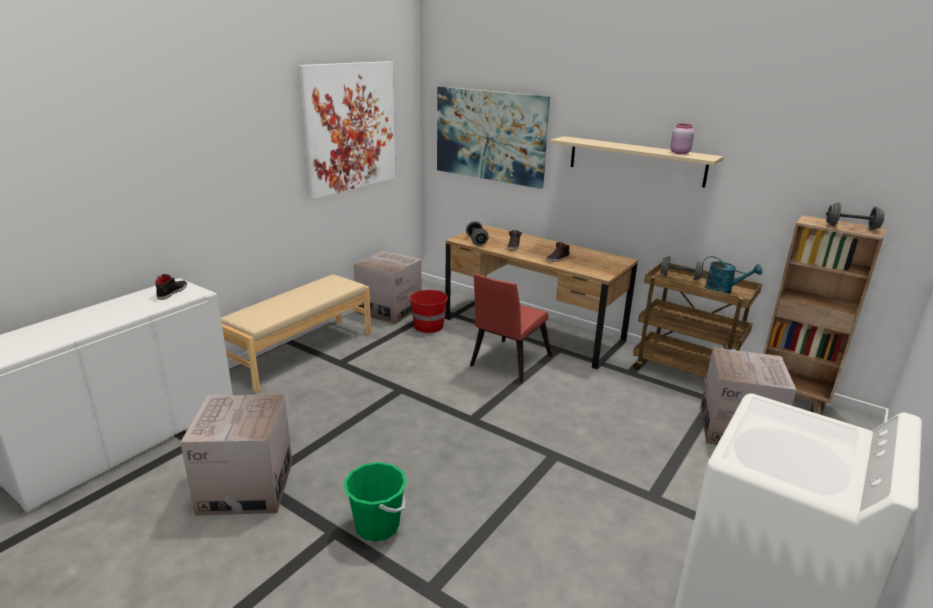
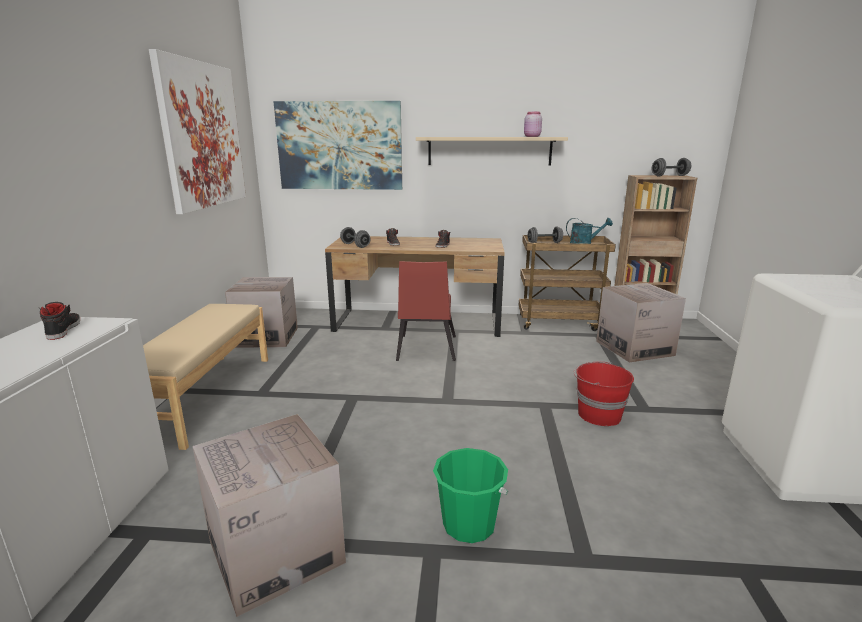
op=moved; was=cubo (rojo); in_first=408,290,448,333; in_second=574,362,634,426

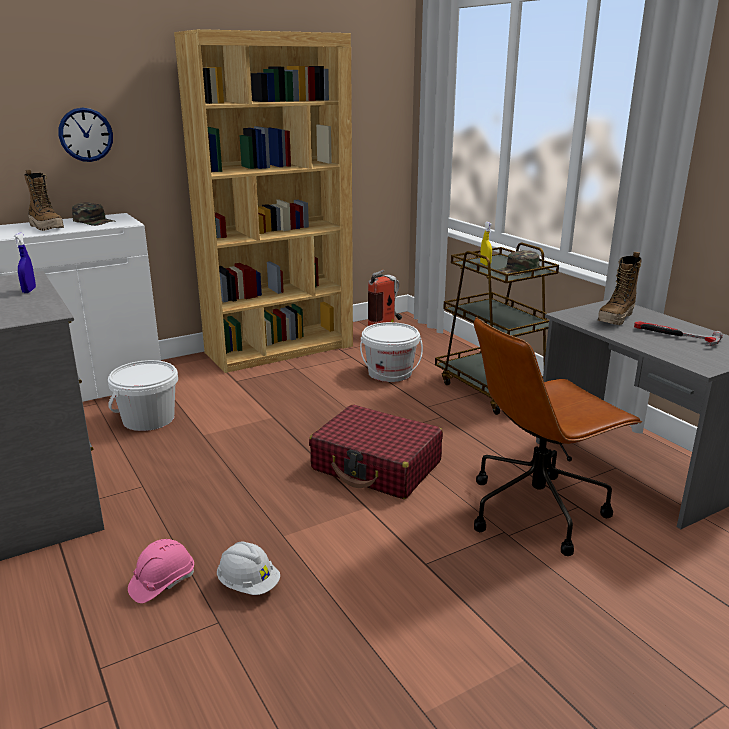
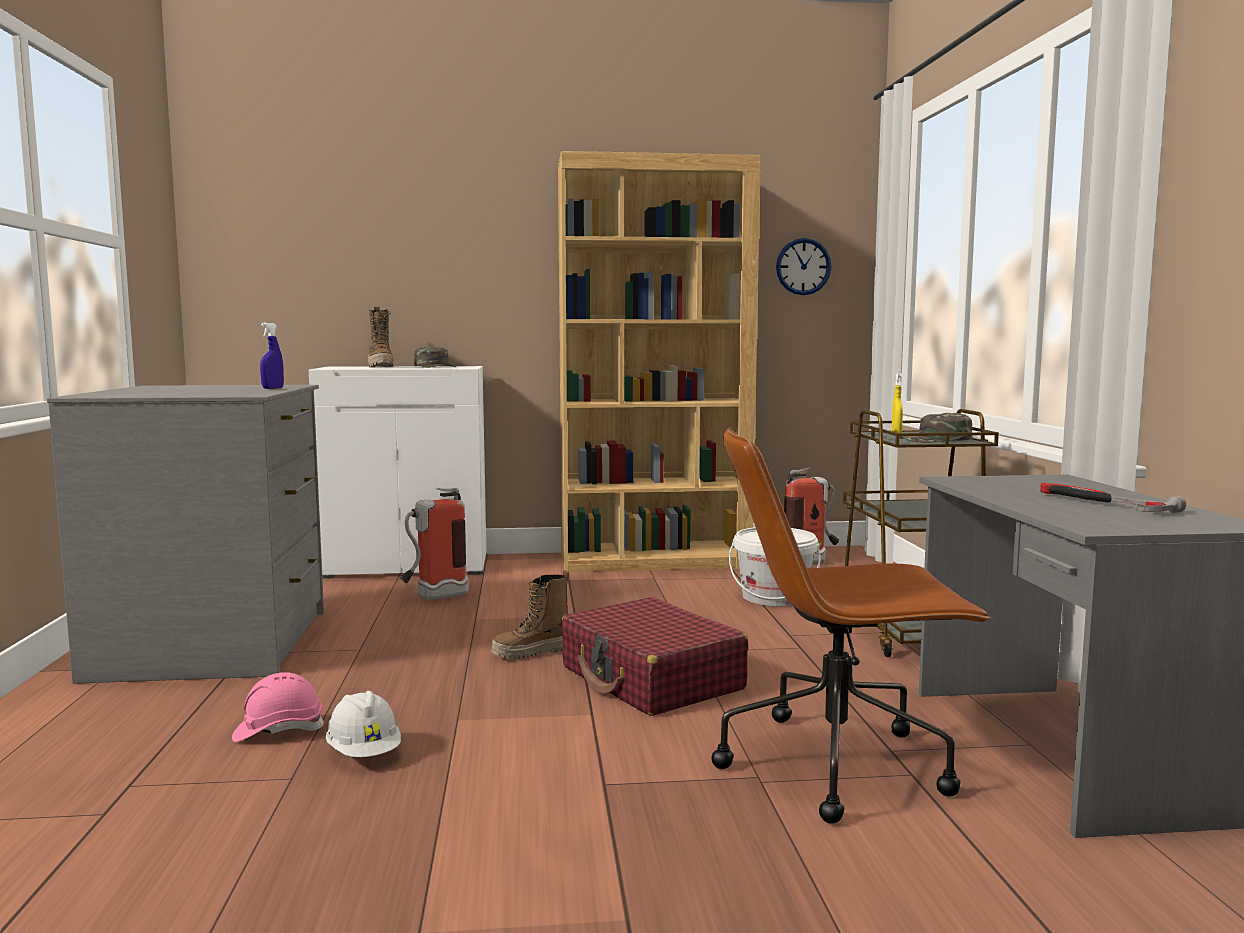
op=replaced; was=cubo (blanco); now=extintor; in_first=108,360,178,431; in_second=400,488,469,601
op=moved; was=bota; in_first=598,252,642,325; in_second=491,570,569,660
op=moved; was=reloj de pared; in_first=58,108,113,162; in_second=776,238,831,295

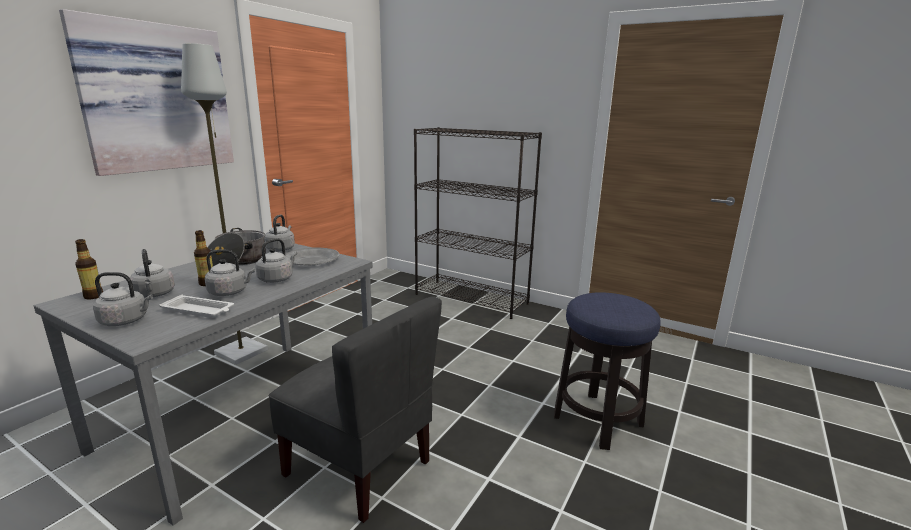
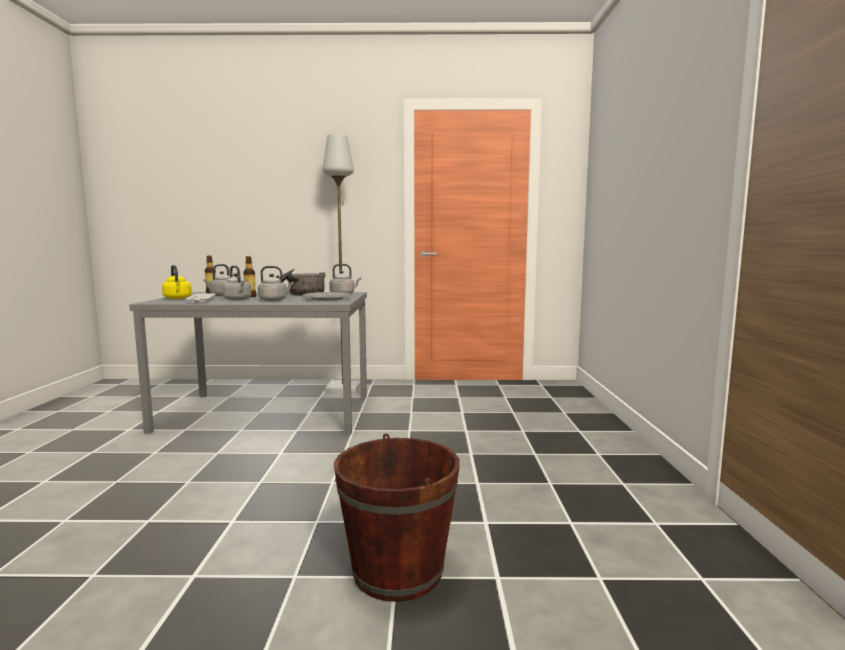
op=recoloured; was=hervidor (gris); now=hervidor (amarillo); in_first=93,272,153,326; in_second=162,265,192,299
op=replaced; was=taburete; now=cubo (marrón); in_first=554,292,661,450; in_second=333,433,460,602
op=removed; was=cuadro; in_first=59,9,234,176
op=removed; was=silla (gris); in_first=269,296,442,523
op=removed; was=estantería (negro); in_first=414,127,542,319

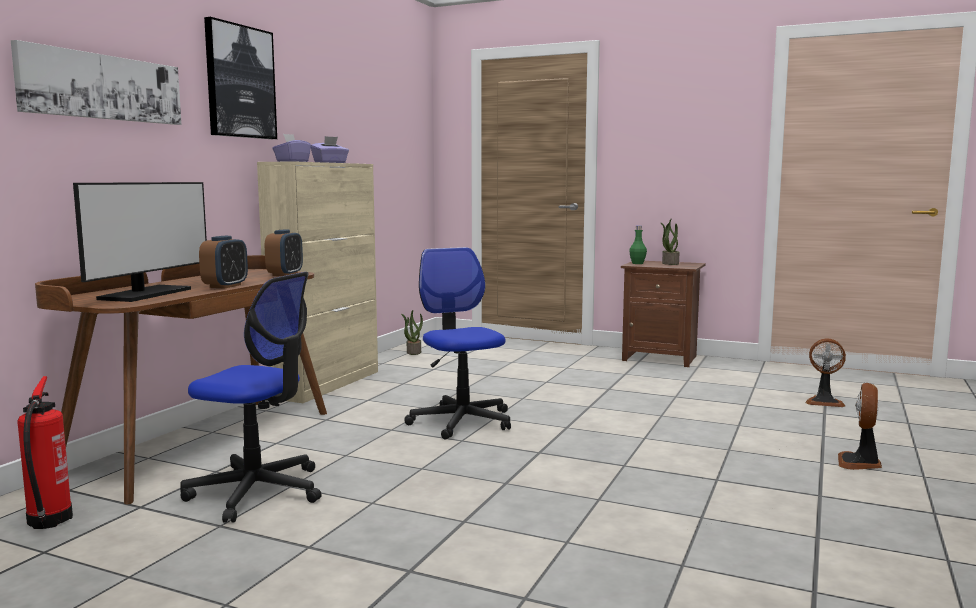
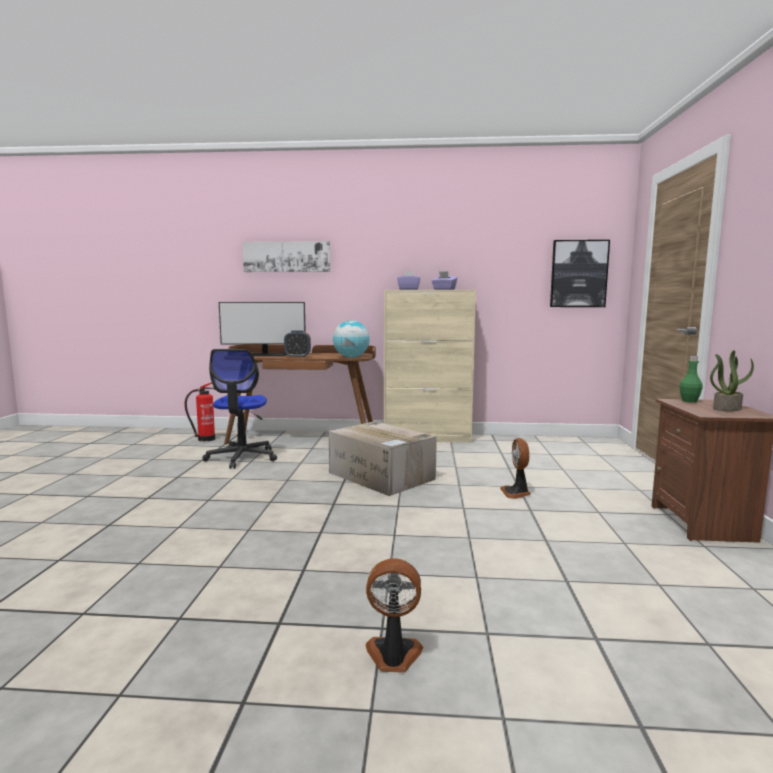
op=replaced; was=silla de oficina; now=caja de cartón; in_first=404,247,511,439; in_second=329,421,437,496
op=replaced; was=despertador; now=globo terráqueo; in_first=265,230,303,276; in_second=333,320,370,357
op=moved; was=ventilador; in_first=805,338,846,407; in_second=500,438,531,499
op=moved; was=cuadro; in_first=204,17,277,139; in_second=550,240,610,307
op=removed; was=planta en maceta; in_first=401,310,423,355

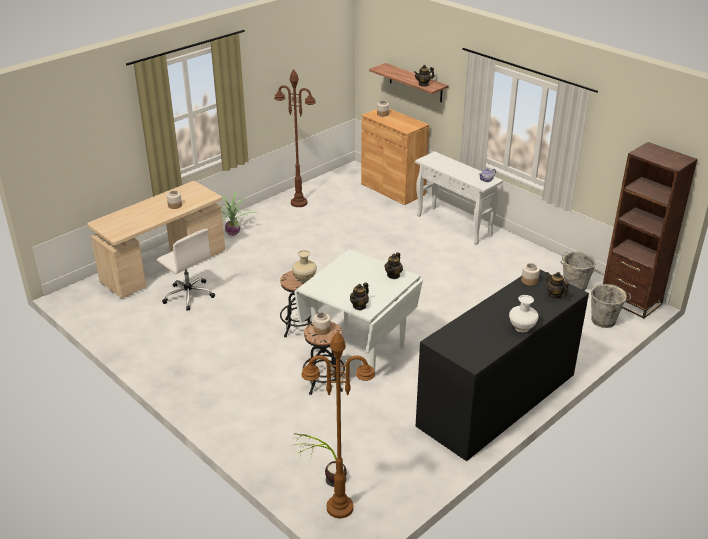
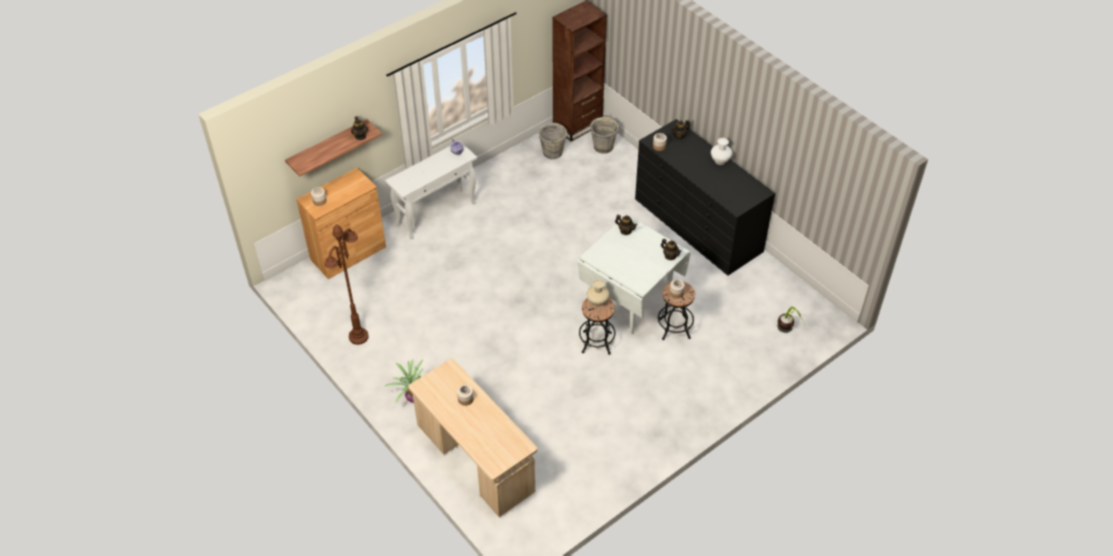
op=removed; was=silla de oficina (blanco); in_first=157,229,215,310
op=removed; was=lámpara de pie (marrón); in_first=301,331,375,518

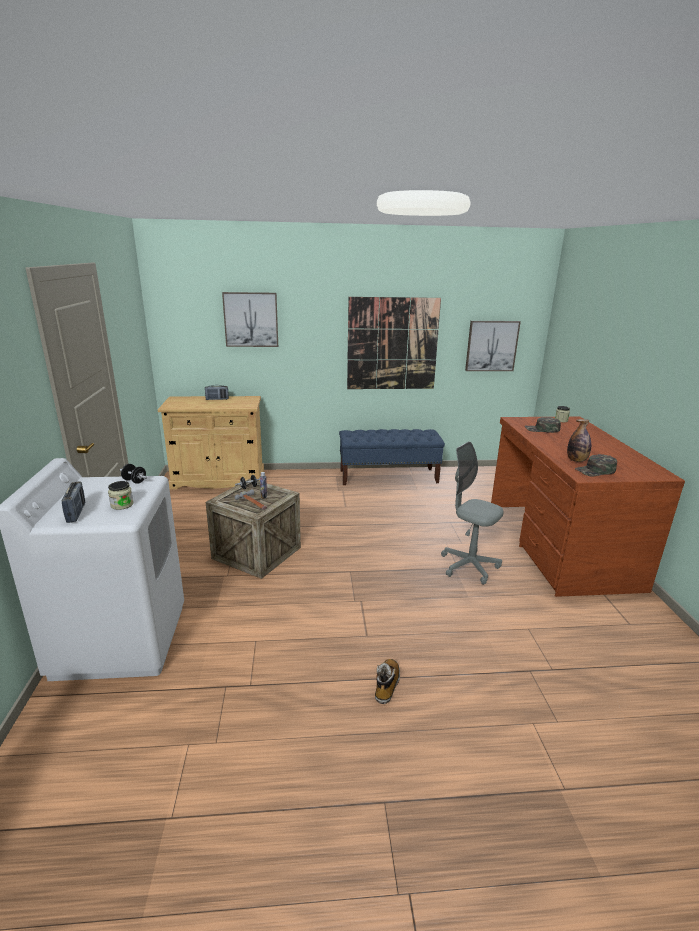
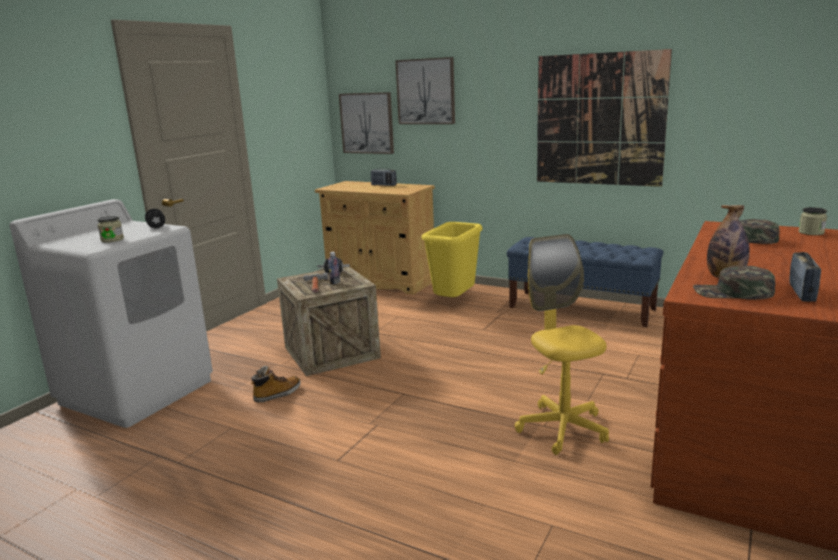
op=moved; was=bota; in_first=375,659,400,704; in_second=251,366,301,403
op=moved; was=cuadro; in_first=465,321,521,371; in_second=339,92,394,154
op=added; now=papelera (amarillo); in_second=422,222,483,297
op=recoloured; was=silla de oficina (gris); now=silla de oficina (amarillo); in_first=441,441,504,585; in_second=515,234,609,455
op=moved; was=radio; in_first=62,482,85,523; in_second=789,252,821,302

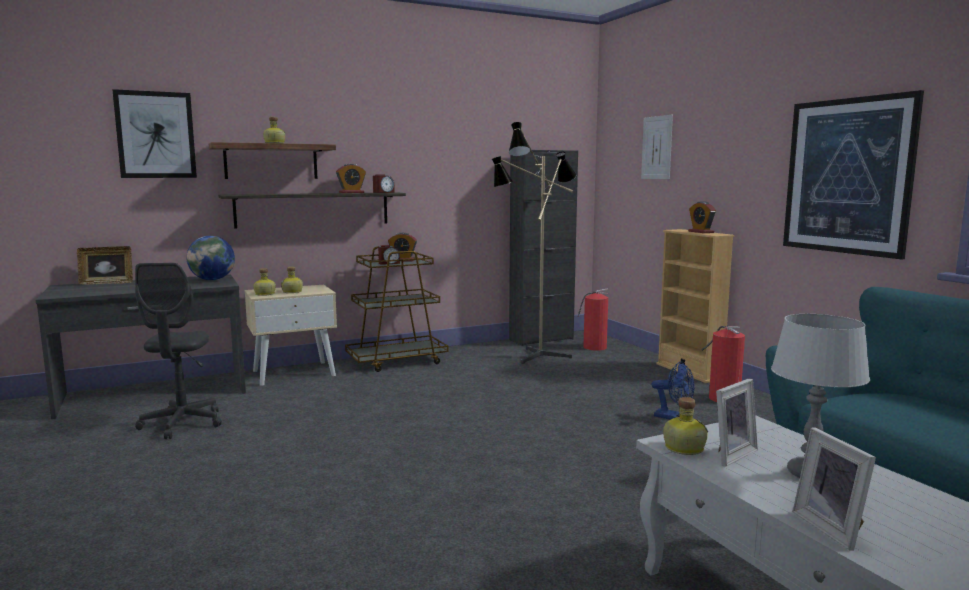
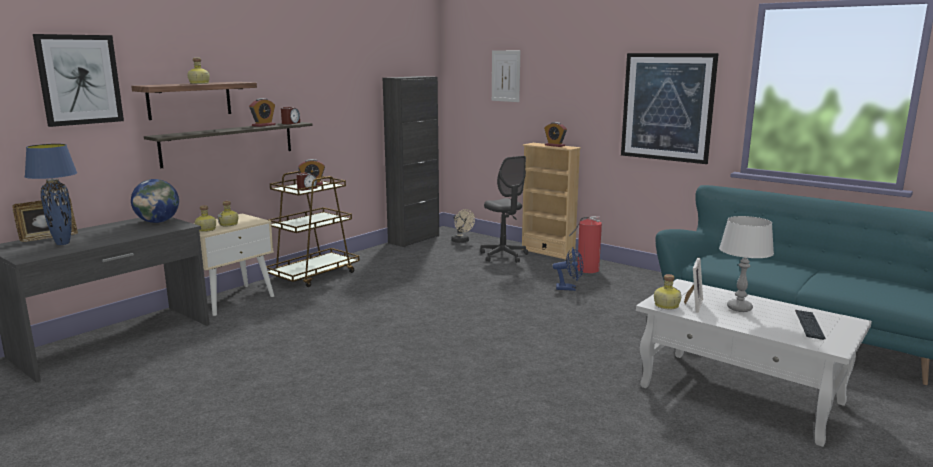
op=added; now=lámpara de mesa (azul); in_second=24,144,77,245
op=replaced; was=extintor; now=ventilador (beis); in_first=578,289,608,351; in_second=451,209,475,243
op=moved; was=silla de oficina (gris); in_first=135,263,222,439; in_second=480,156,528,263
op=added; now=teclado; in_second=795,310,826,340
op=removed; was=lámpara de pie; in_first=492,122,577,364
op=removed; was=portarretratos; in_first=792,427,876,551

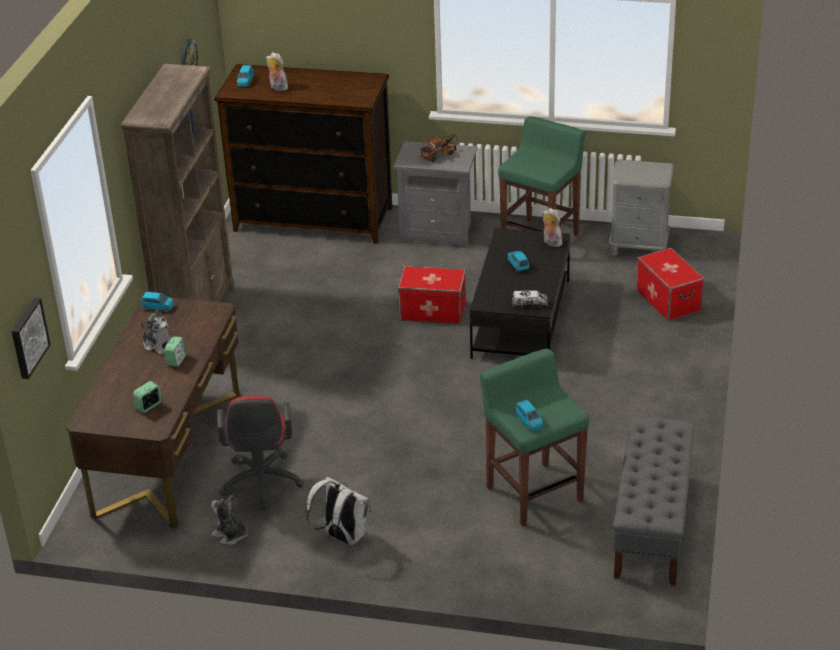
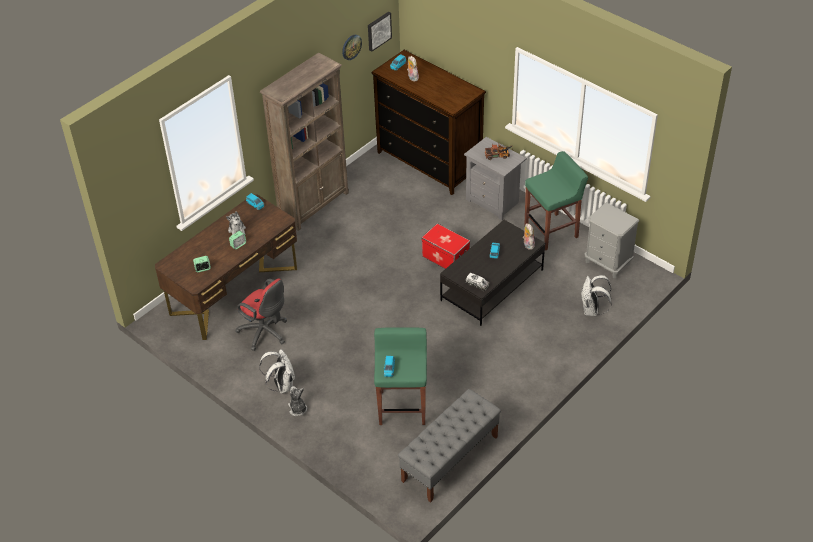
op=turned; was=silla de oficina (rojo); in_first=217,396,304,510; in_second=236,279,287,351; clockwise=-75
op=moved; was=peluche; in_first=211,494,248,545; in_second=288,386,307,416
op=moved; was=cuadro; in_first=12,298,51,379; in_second=368,12,392,52
op=replaced; was=caja de almacenaje; now=mochila (blanco); in_first=637,248,704,321; in_second=581,275,612,316

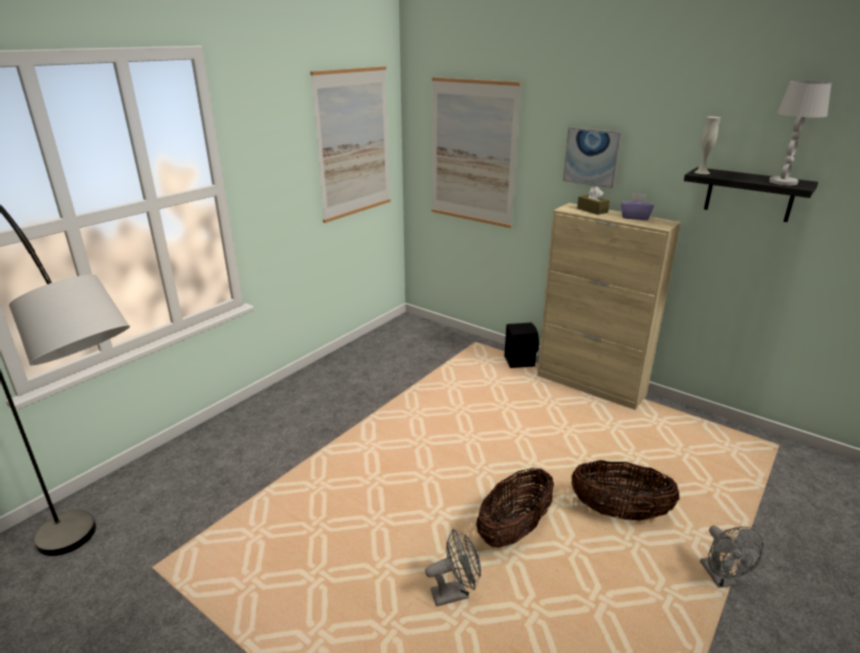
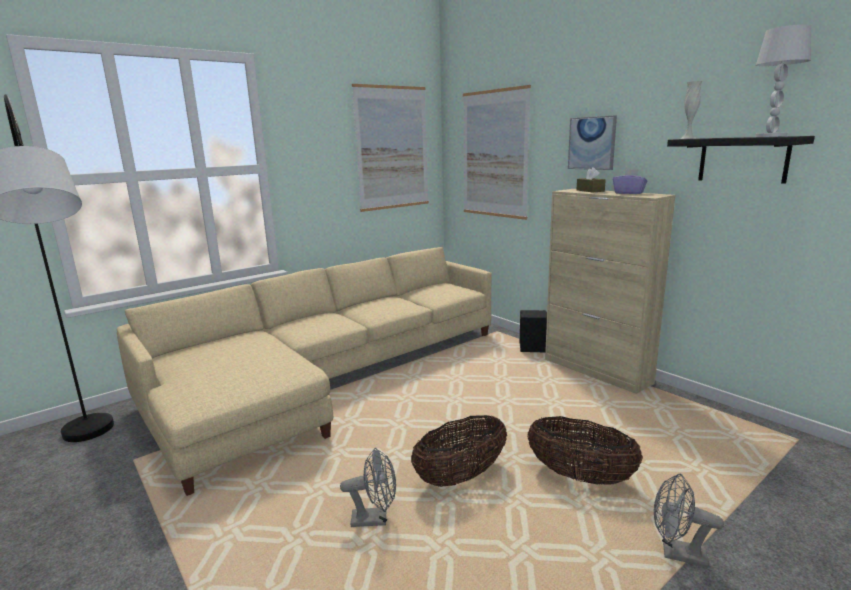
op=added; now=sofá (beis); in_second=117,247,492,496
op=turned; was=ventilador (gris); in_first=700,526,763,588; in_second=654,474,724,568; clockwise=105

